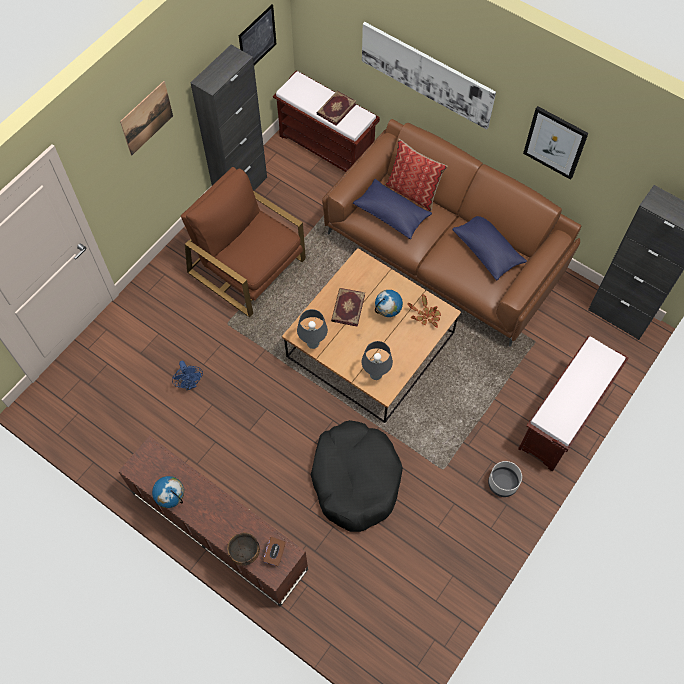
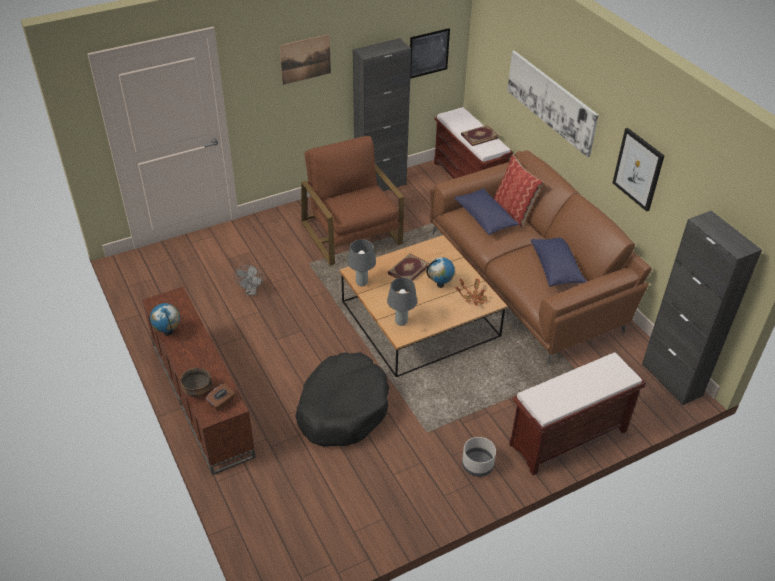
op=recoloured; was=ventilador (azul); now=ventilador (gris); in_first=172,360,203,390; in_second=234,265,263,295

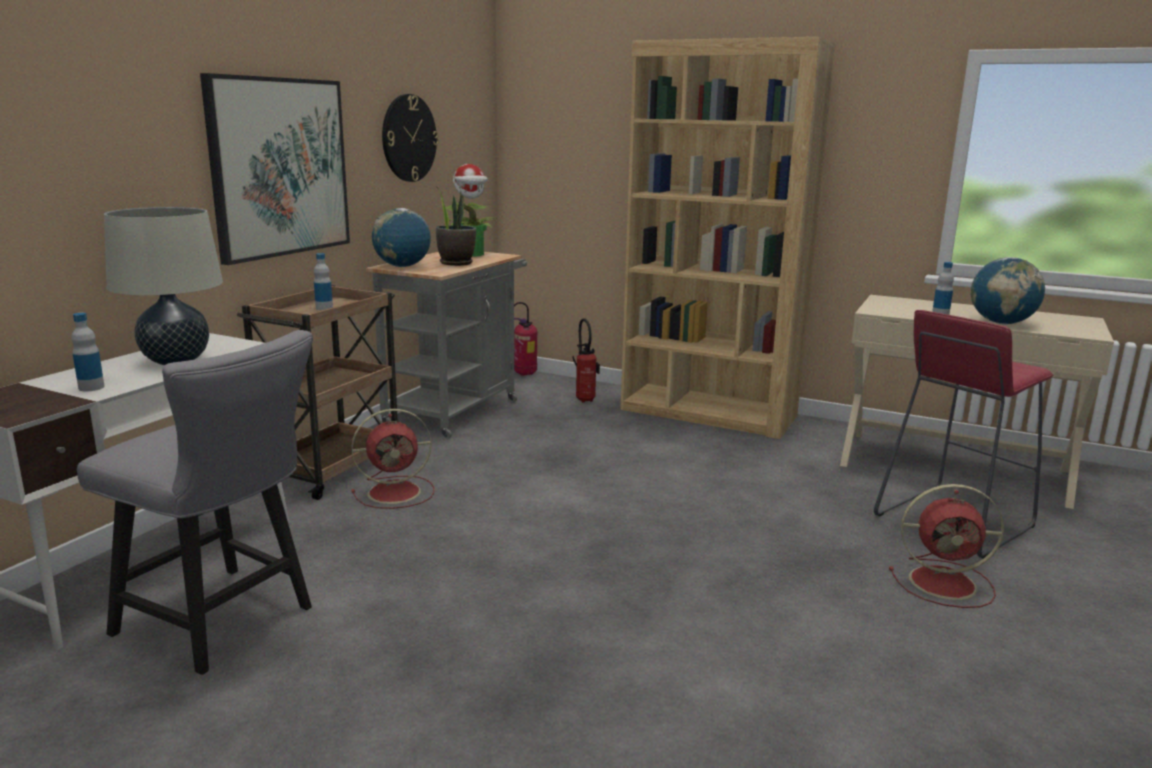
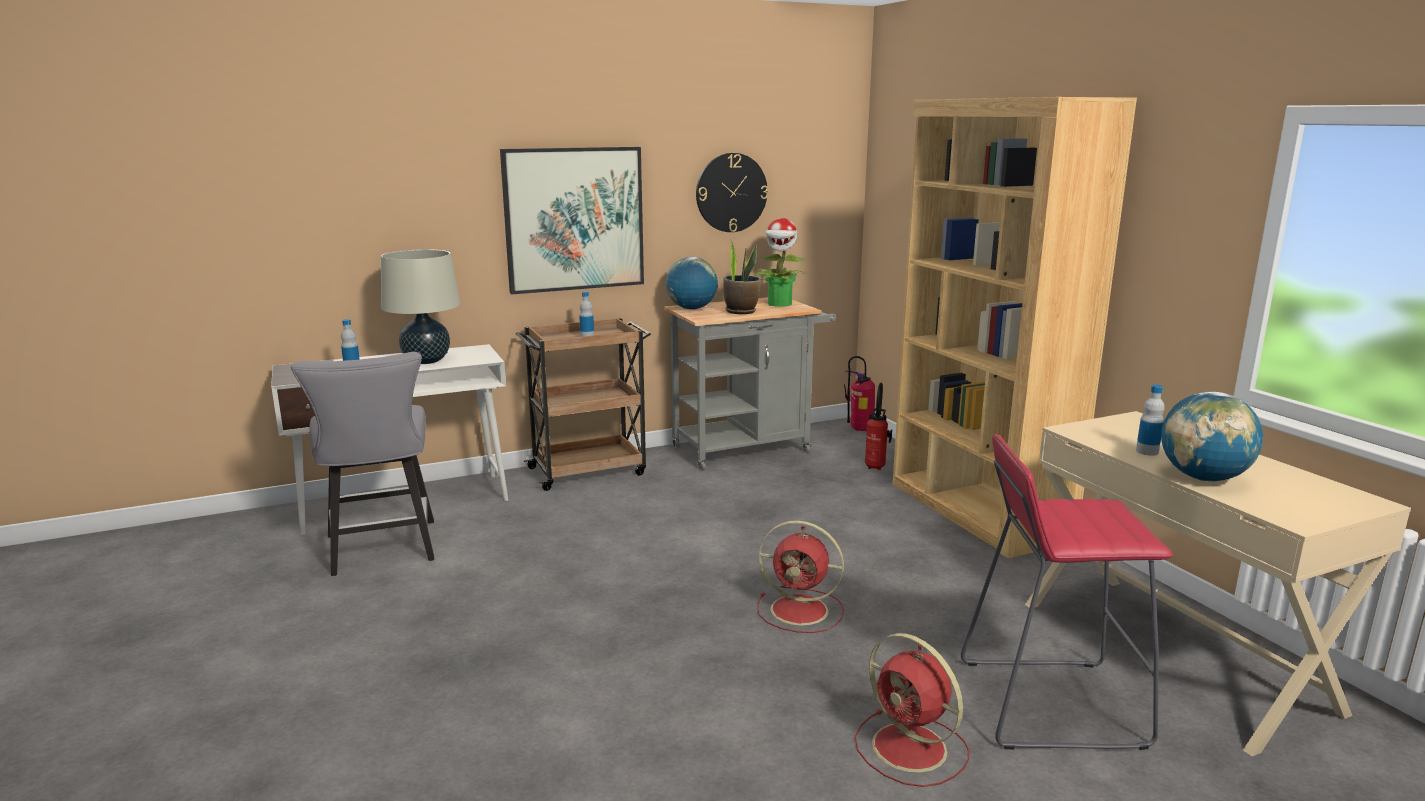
op=moved; was=ventilador (rojo); in_first=351,409,434,509; in_second=757,520,844,633

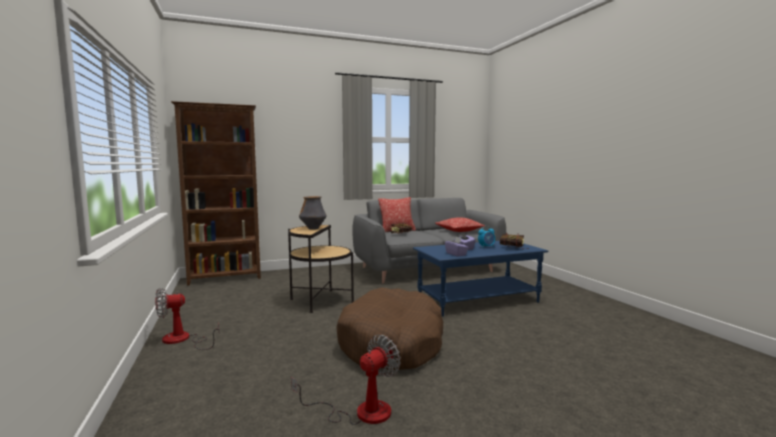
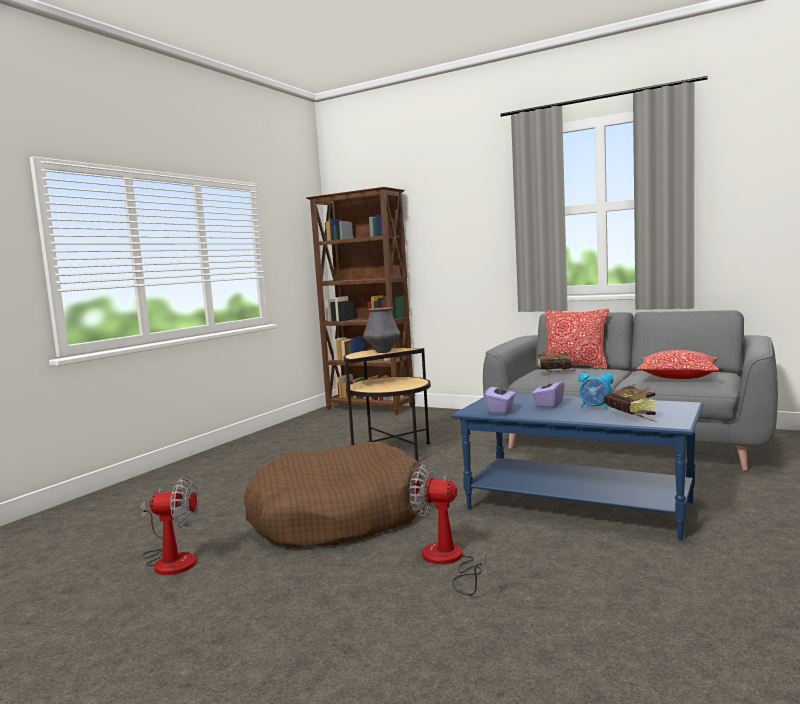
op=moved; was=ventilador; in_first=155,288,219,350; in_second=409,465,486,596

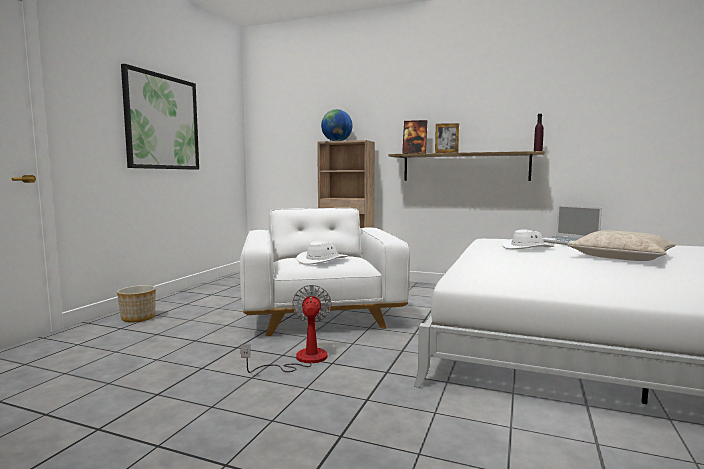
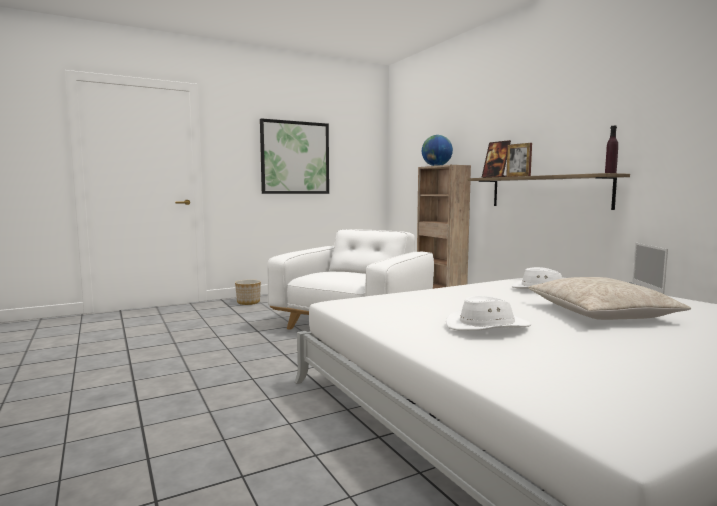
op=moved; was=sombrero (blanco); in_first=296,241,348,265; in_second=446,295,531,331
op=removed; was=ventilador; in_first=241,285,332,373

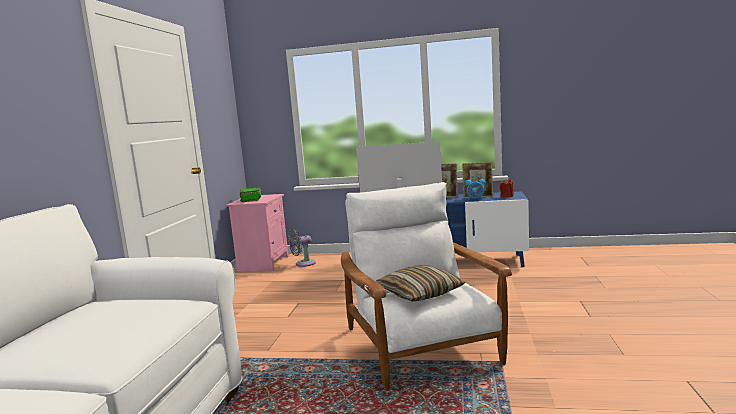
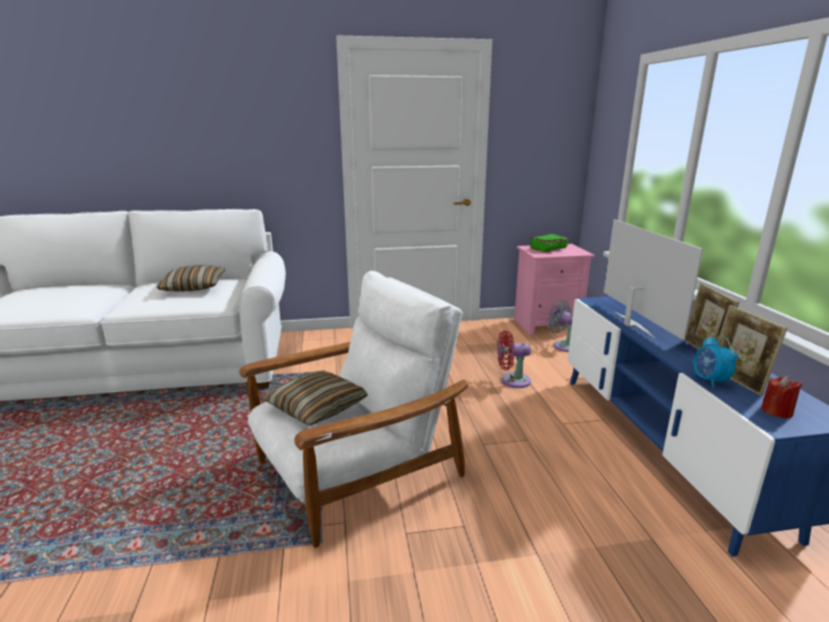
op=added; now=cojín; in_second=156,265,225,292
op=added; now=ventilador (rojo); in_second=497,330,531,388

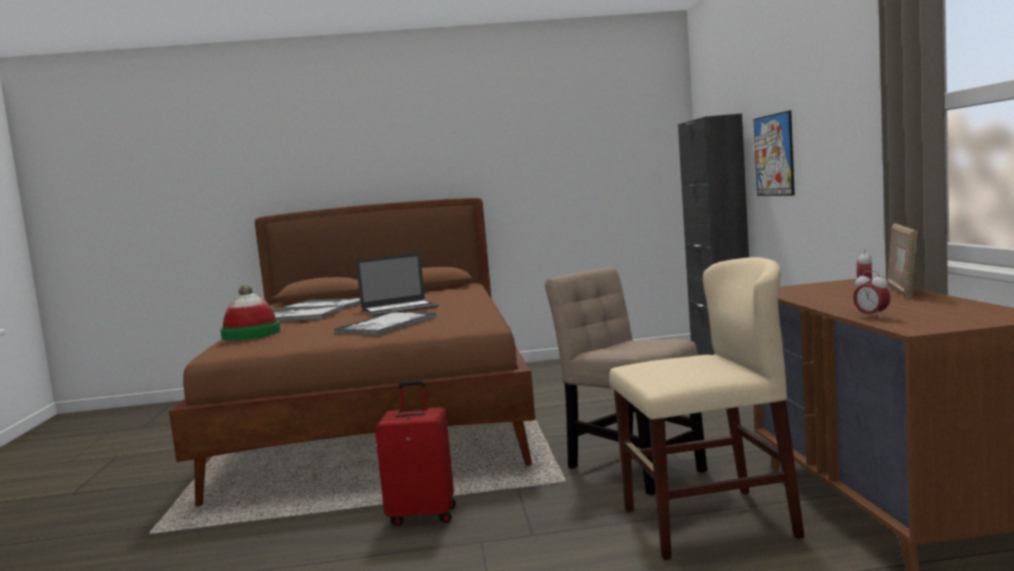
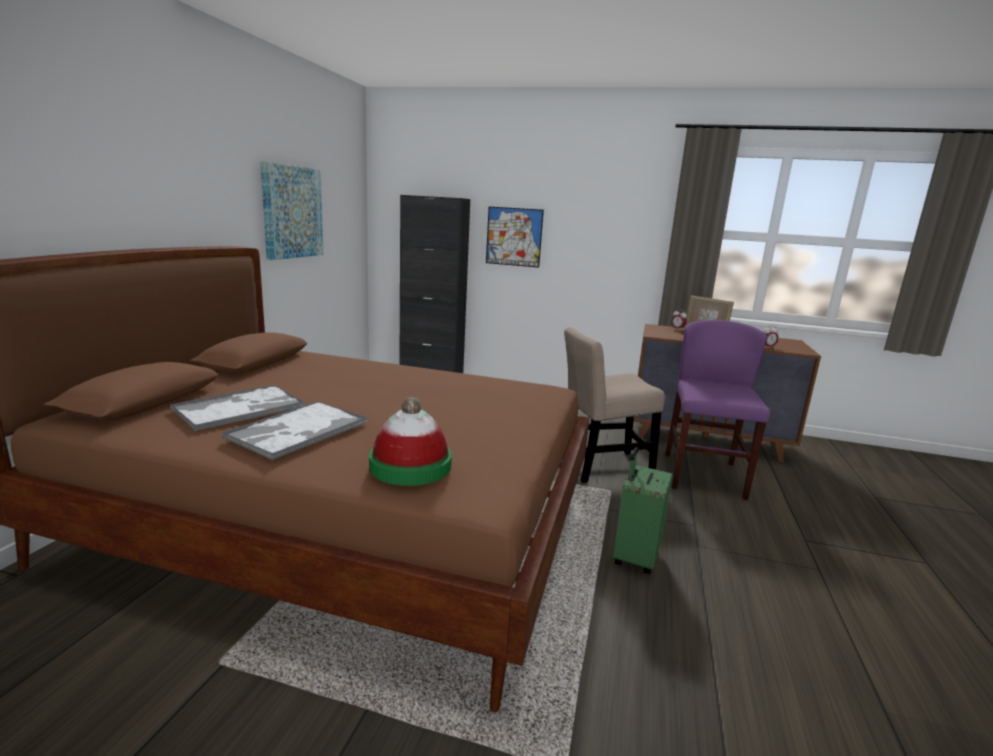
op=added; now=cuadro; in_second=260,161,323,260
op=recoloured; was=maleta (rojo); now=maleta (verde); in_first=375,380,456,526; in_second=613,447,673,574
op=recoloured; was=silla (beis); now=silla (morado); in_first=609,257,805,560; in_second=665,320,771,500
op=removed; was=bandeja; in_first=334,312,437,335
op=removed; was=portátil; in_first=356,253,439,316

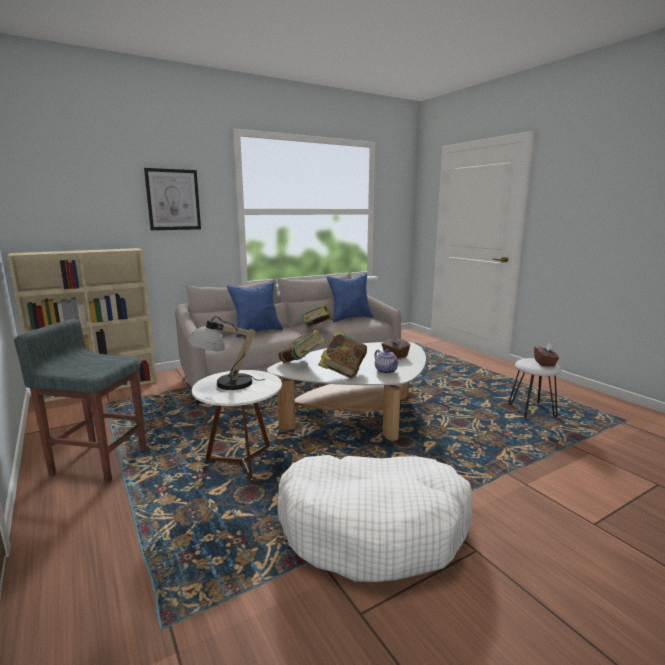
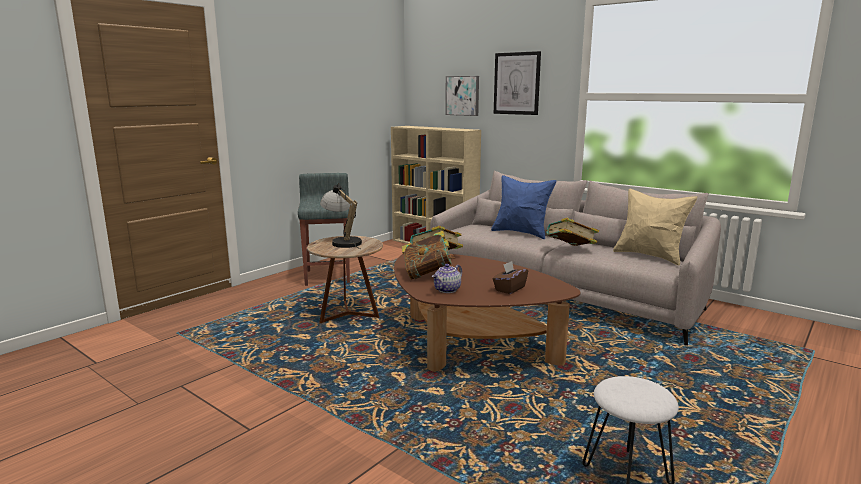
op=recoloured; was=mesa auxiliar (blanco); now=mesa auxiliar (marrón); in_first=192,370,282,483; in_second=307,236,383,323
op=recoloured; was=mesa de centro (blanco); now=mesa de centro (marrón); in_first=267,342,426,441; in_second=394,254,581,372
op=added; now=cuadro; in_second=445,76,479,116
op=recoloured; was=cojín (azul); now=cojín (beis); in_first=327,274,373,322; in_second=613,188,697,265
op=removed; was=cama para perro (blanco); in_first=277,455,473,582
op=removed; was=caja de pañuelos (marrón); in_first=534,343,559,367

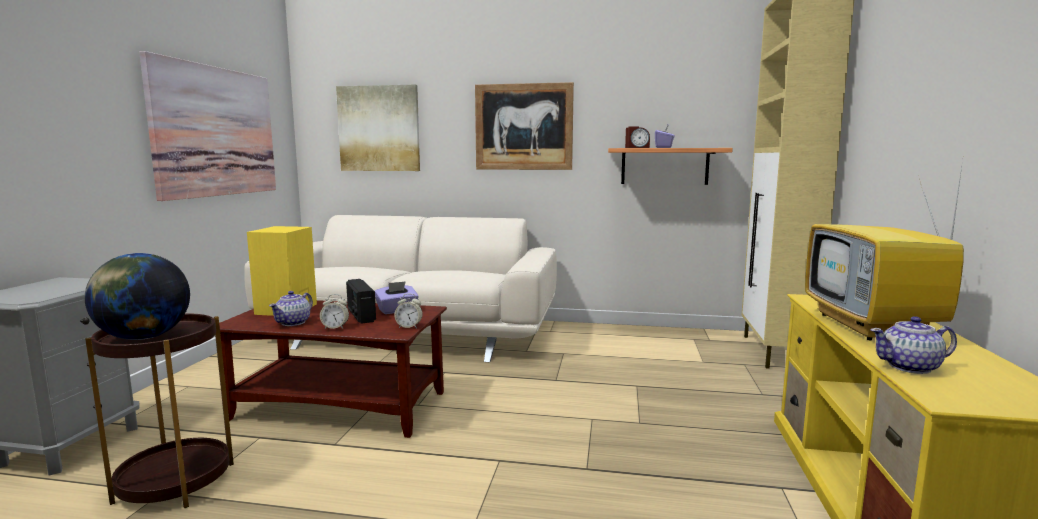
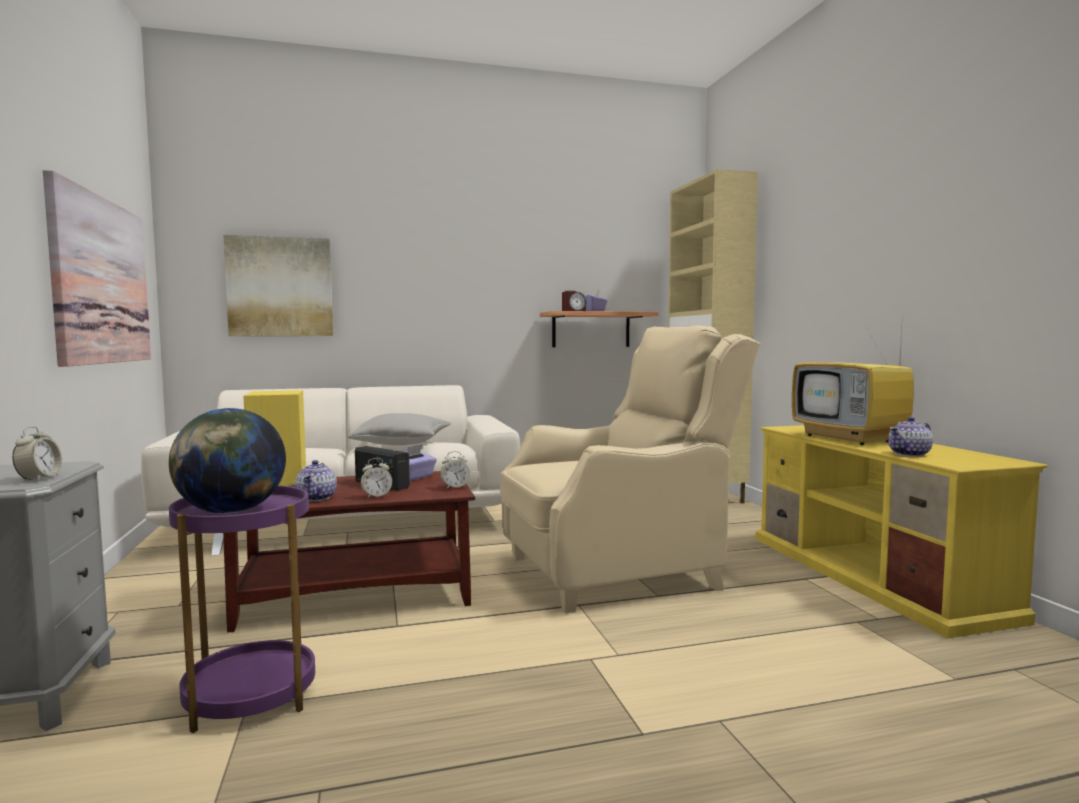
op=added; now=despertador; in_second=12,426,62,481
op=recoloured; was=mesa auxiliar (marrón); now=mesa auxiliar (morado); in_first=85,313,234,508; in_second=169,484,315,733
op=added; now=cojín (gris); in_second=347,413,451,445
op=added; now=sillón (beis); in_second=500,326,761,613
op=removed; was=cuadro; in_first=475,82,574,170

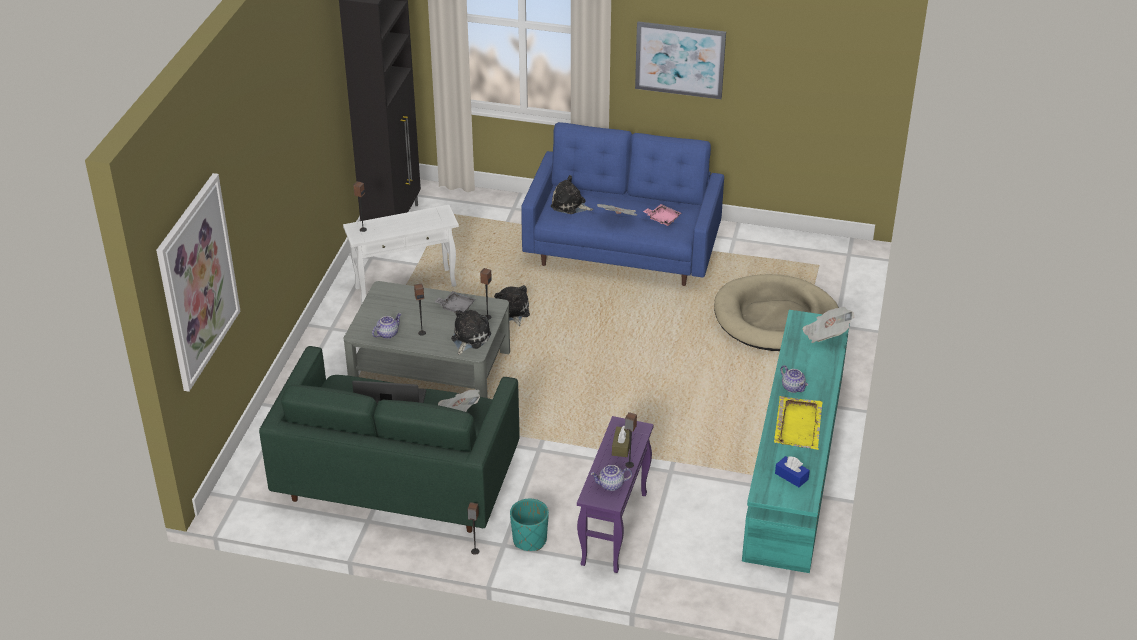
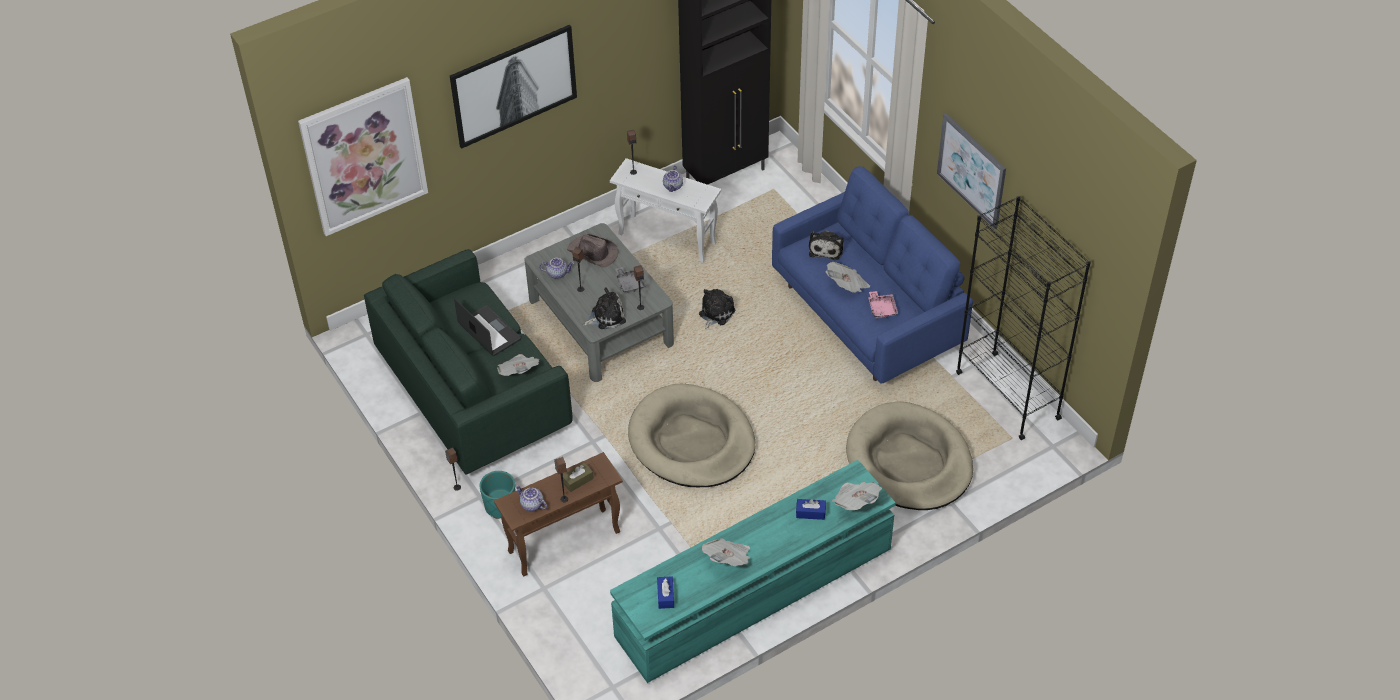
op=added; now=cuadro; in_second=450,25,577,149
op=recoloured; was=mesa auxiliar (morado); now=mesa auxiliar (marrón); in_first=577,416,654,573; in_second=494,452,623,576
op=added; now=sombrero (marrón); in_second=567,234,619,268
op=added; now=cama para perro (beis); in_second=628,384,755,487
op=moved; was=tetera; in_first=781,365,808,393; in_second=663,165,683,192
op=replaced; was=bandeja (amarillo); now=periódico; in_first=774,396,822,450; in_second=702,538,750,566
op=added; now=caja de pañuelos (azul); in_second=796,499,826,520
op=turned; was=peluche; in_first=551,175,593,214; in_second=809,230,844,260; clockwise=-150
op=added; now=estantería (negro); in_second=956,196,1091,440

